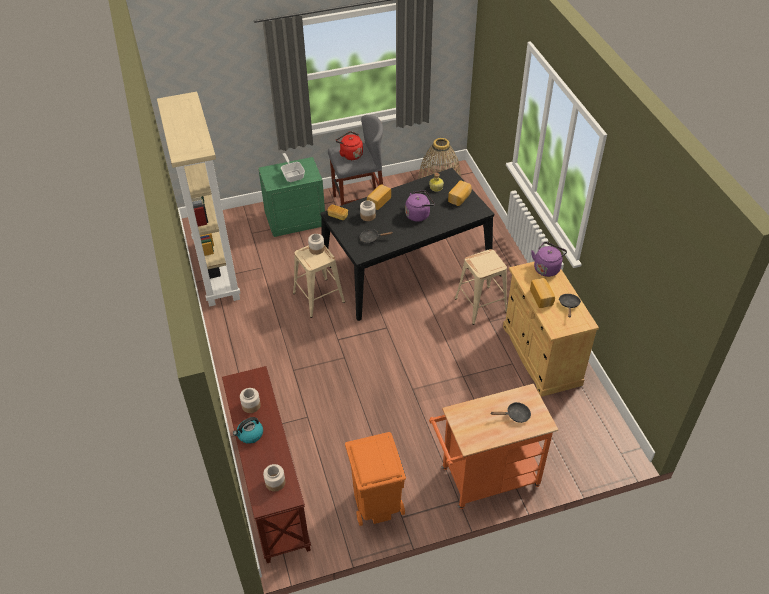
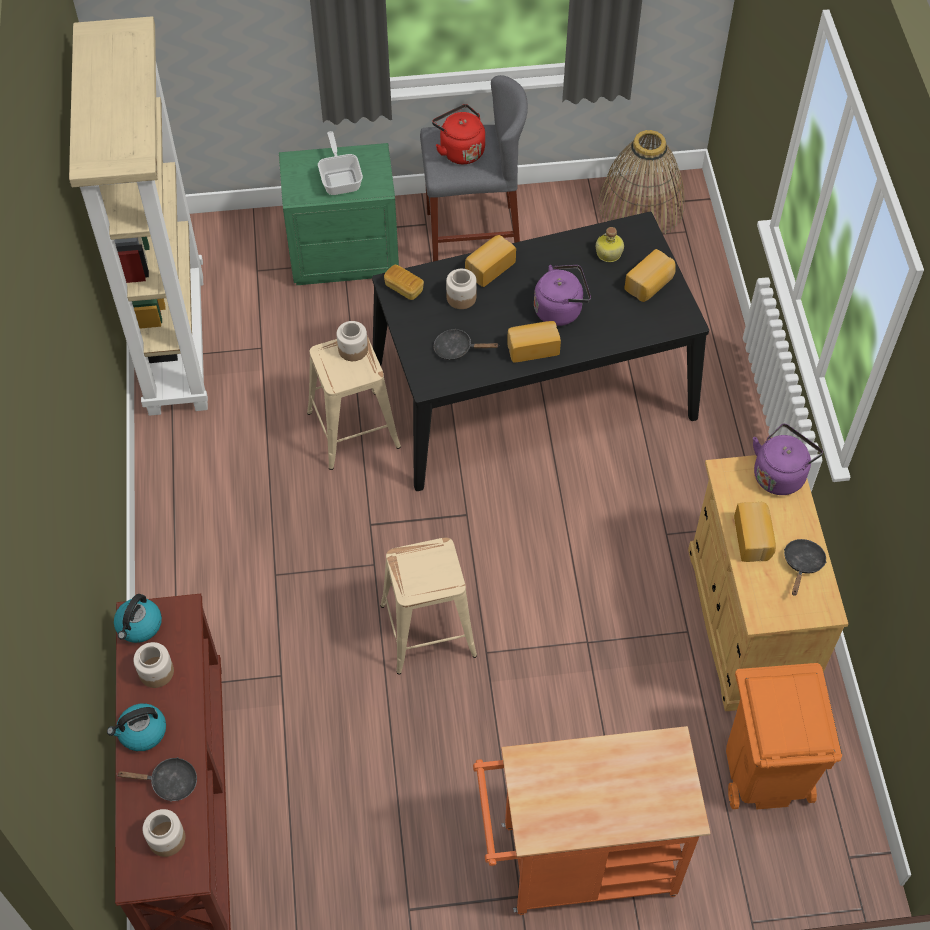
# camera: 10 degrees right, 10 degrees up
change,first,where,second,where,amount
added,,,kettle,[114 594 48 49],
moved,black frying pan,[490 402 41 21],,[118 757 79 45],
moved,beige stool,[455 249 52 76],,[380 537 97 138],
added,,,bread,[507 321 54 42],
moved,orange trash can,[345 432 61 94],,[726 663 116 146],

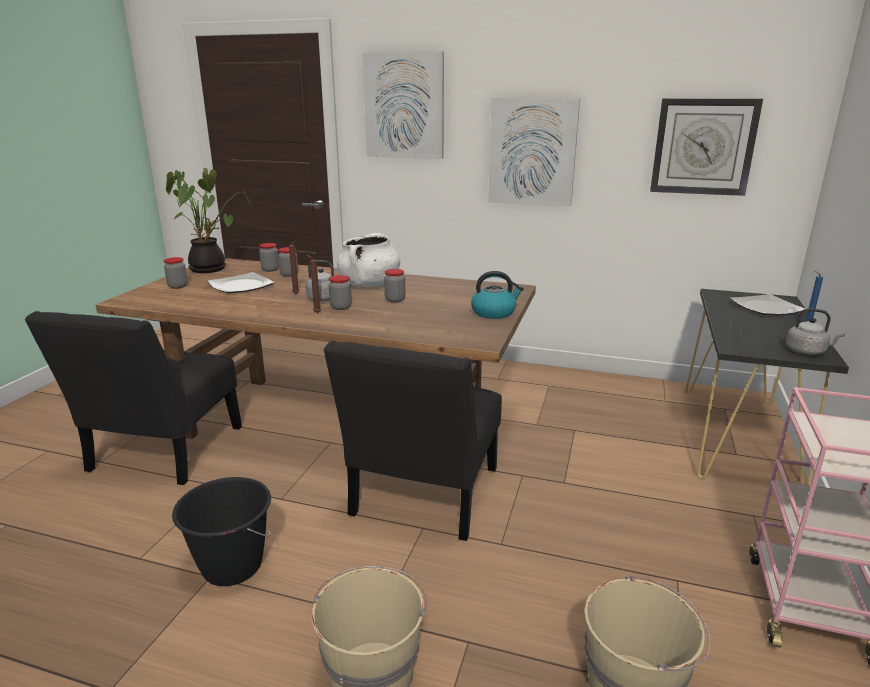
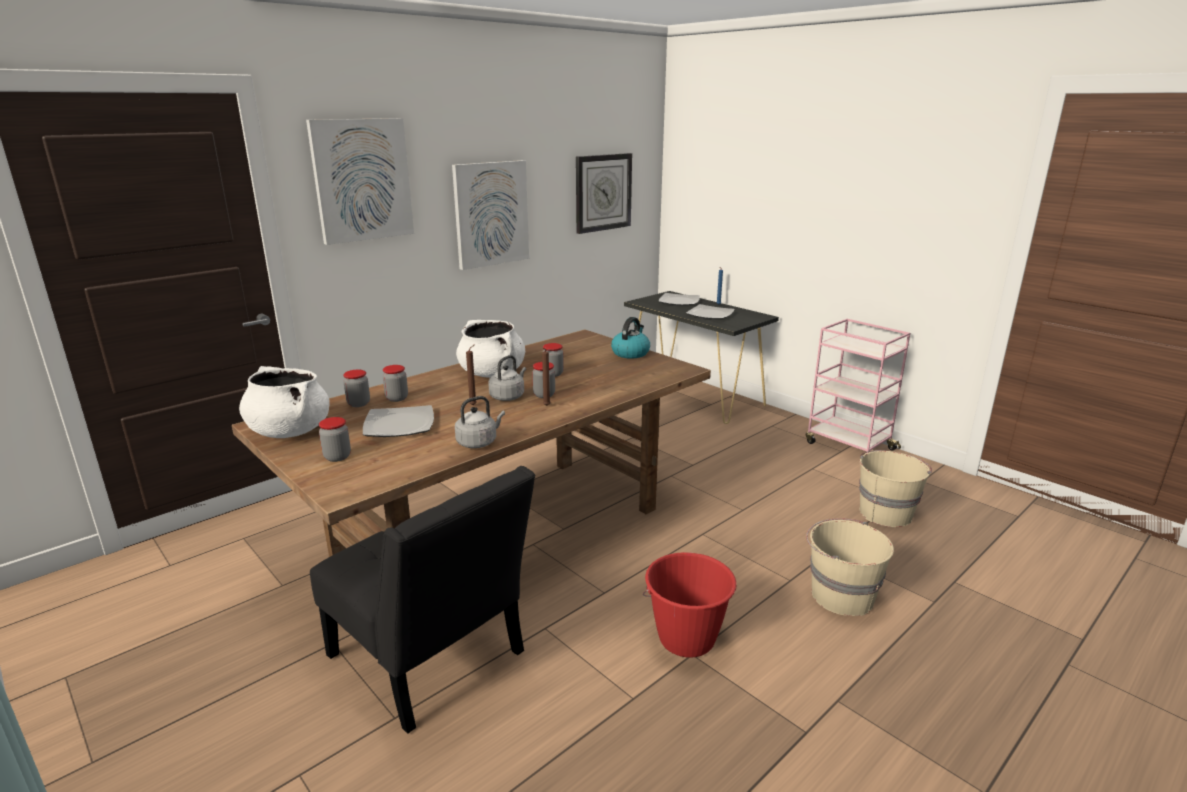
# camera: 60 degrees left, 0 degrees up
change,first,where,second,where,amount
replaced,potted plant,[166 168 85 105],white cooking pot,[239 366 91 72],
moved,grey kettle,[786 308 59 47],,[455 396 50 52],
recoloured,black bucket,[172 477 99 109],red bucket,[643 552 94 106],
added,,,plate,[686 304 49 15],
removed,black chair,[324 340 178 201],,,

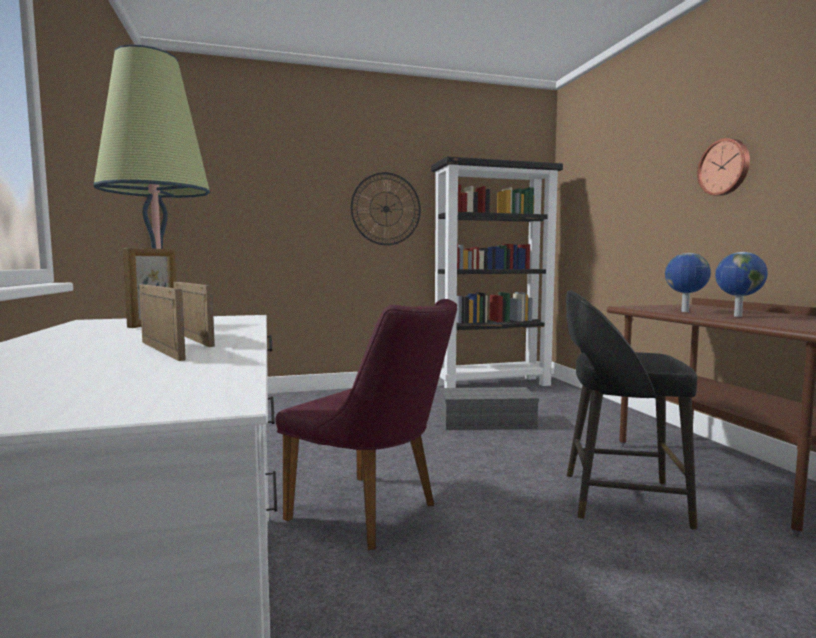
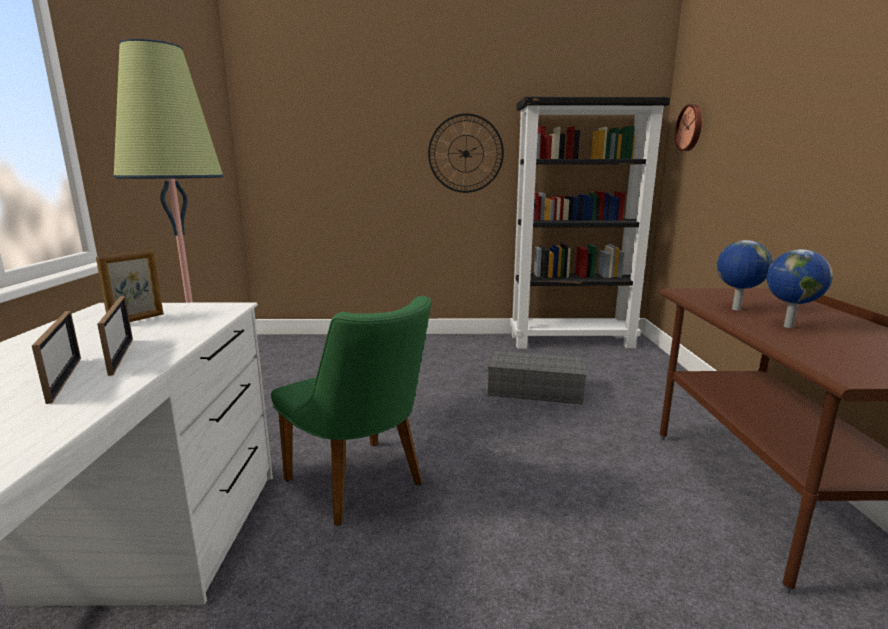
# camera: 15 degrees right, 10 degrees up
change,first,where,second,where,amount
recoloured,purple chair,[275 299 182 251],green chair,[271 296 160 230],
moved,wall clock,[697 138 53 58],,[675 104 27 47],
removed,black stool,[566 290 131 240],,,

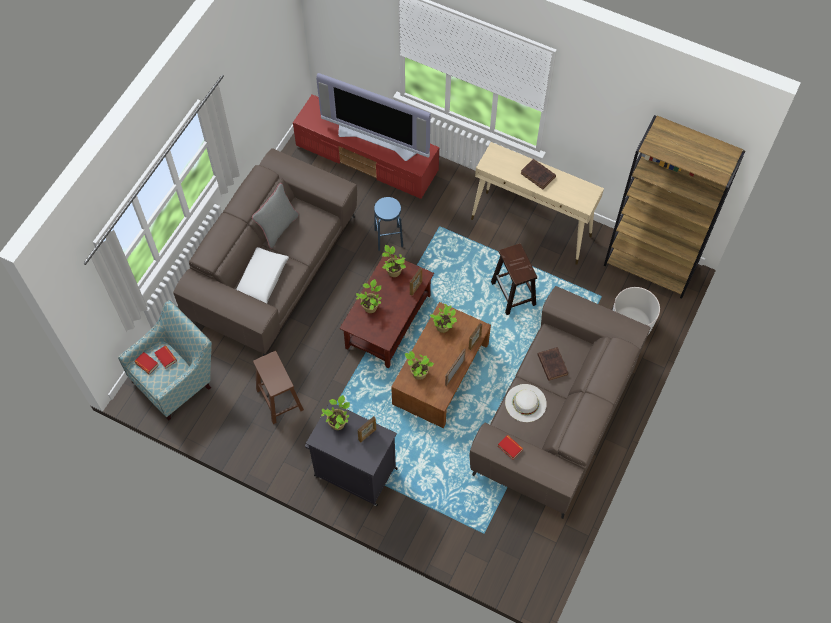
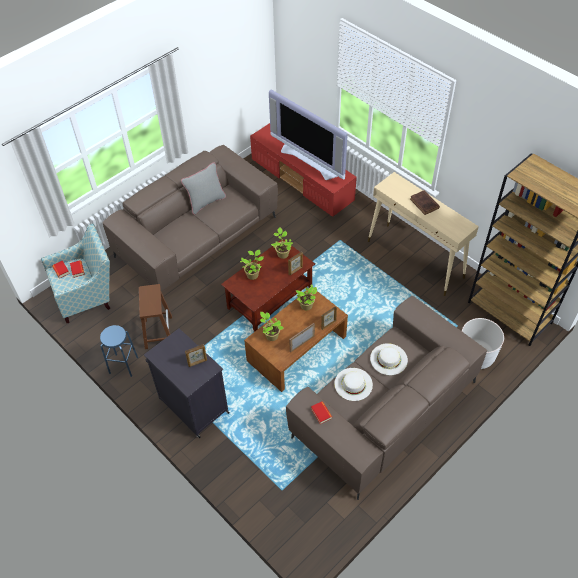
# camera: 20 degrees right, 10 degrees down
change,first,where,second,where,amount
moved,blue stool,[374 197 29 54],,[100 325 38 52],
replaced,brown book,[537 347 31 34],white hat,[370 343 38 32],
removed,white pillow,[236 247 53 56],,,
removed,potted plant,[321 395 29 35],,,
removed,brown stool,[491 243 46 72],,,

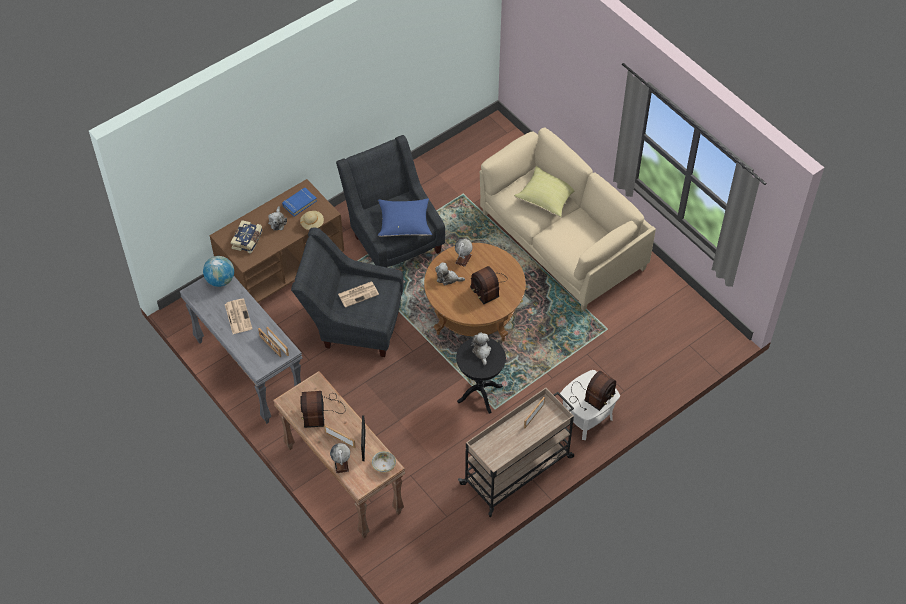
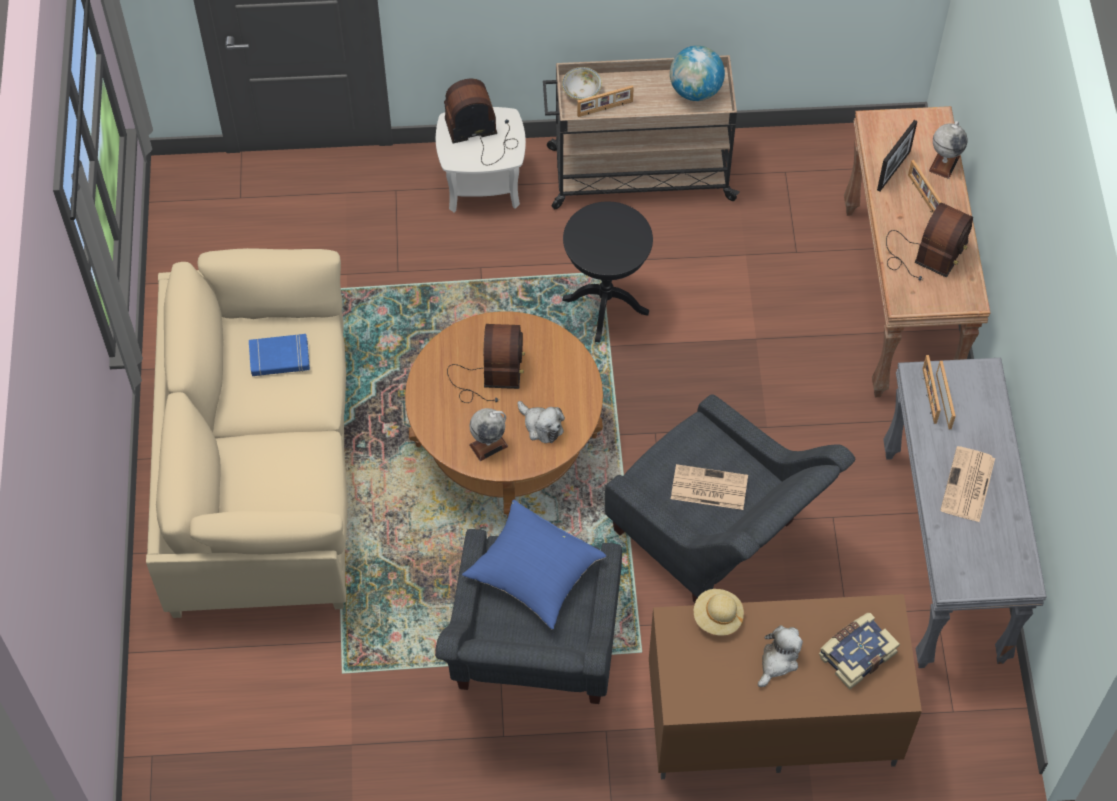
# camera: 145 degrees left, 5 degrees up
change,first,where,second,where,amount
moved,blue book,[282 188 35 28],,[249 334 61 42],
moved,bowl,[371 451 25 22],,[562 67 40 33],
moved,globe,[203 256 31 31],,[670 46 55 55],
removed,plush toy,[471 333 20 32],,,
removed,yellow pillow,[514 166 60 51],,,

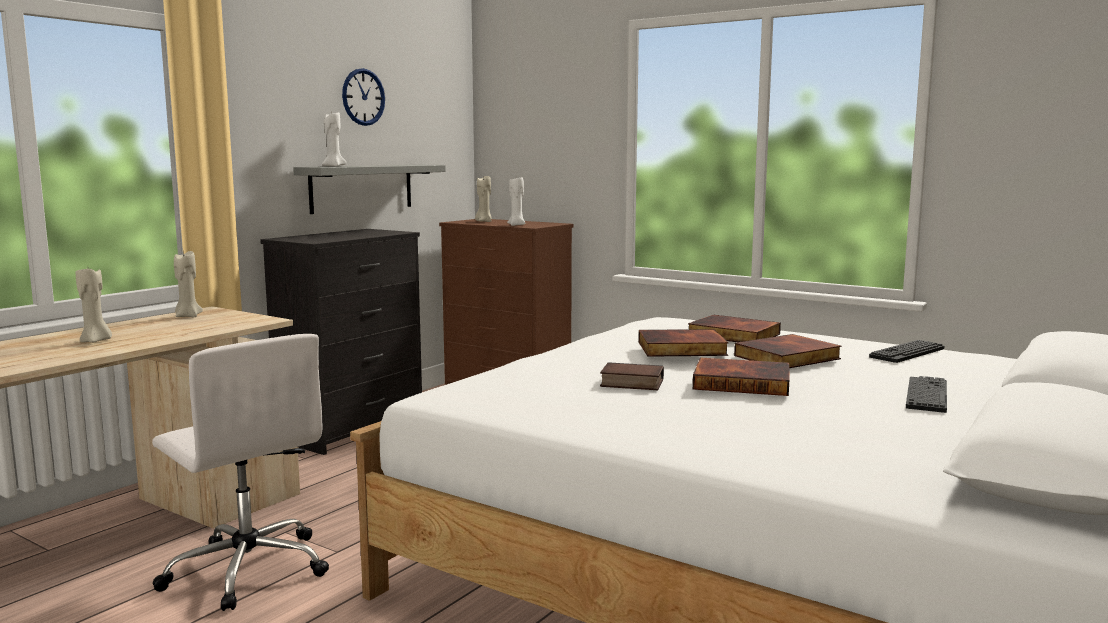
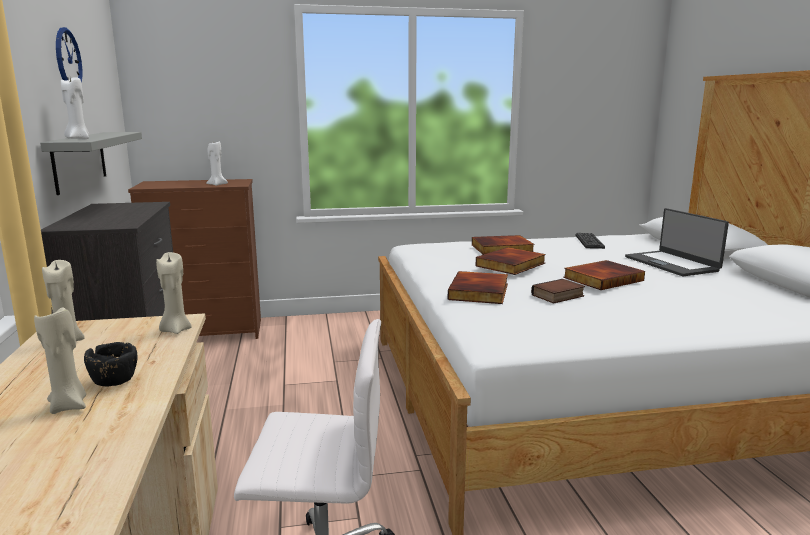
# camera: 45 degrees left, 5 degrees up
change,first,where,second,where,amount
added,,,black bowl,[84 342 54 44],
moved,beige candle,[475 176 17 46],,[156 252 36 82],
moved,book,[734 334 108 34],,[448 271 60 33],
replaced,keyboard,[906 376 41 37],laptop,[625 208 104 68],

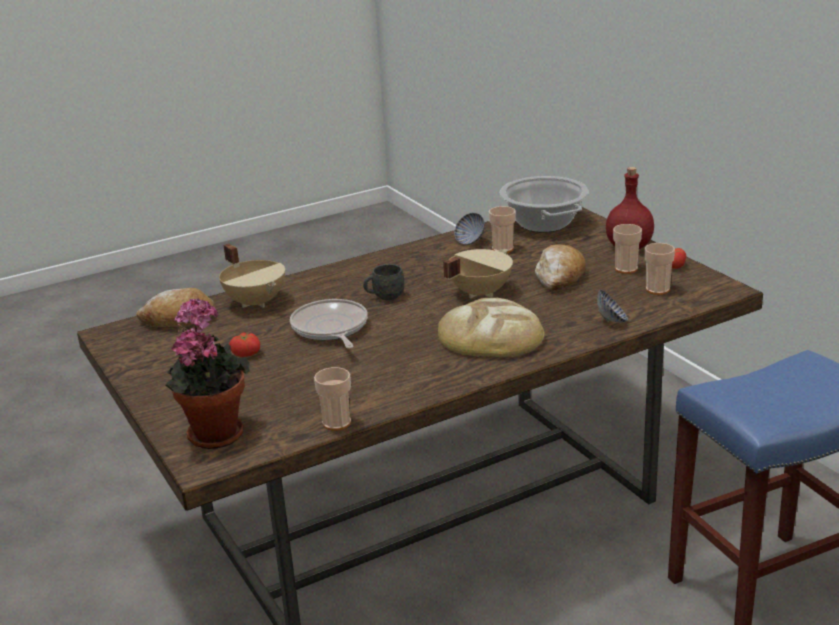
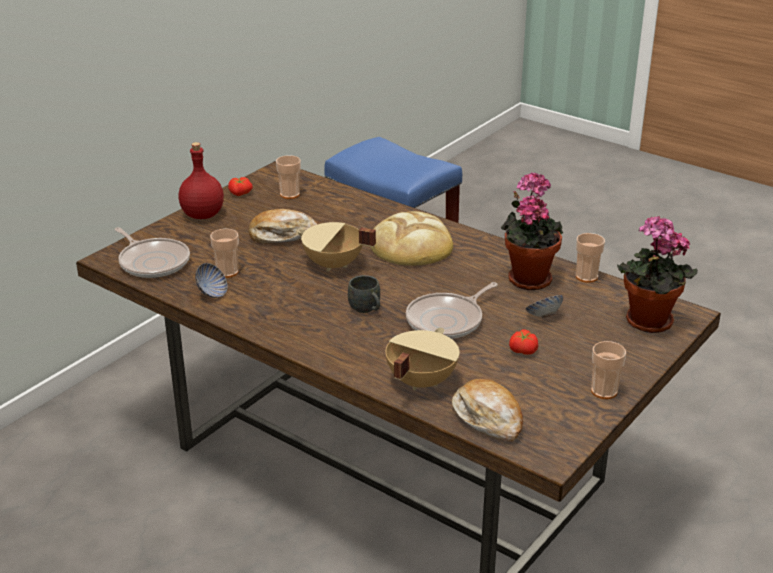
# camera: 115 degrees left, 5 degrees up
change,first,where,second,where,amount
replaced,cooking pot,[500 176 89 56],frying pan,[115 227 75 51],
added,,,potted plant,[501 172 63 118],
moved,bowl,[597 290 31 33],,[526 295 37 23],
moved,cup,[613 224 29 50],,[591 341 35 58],

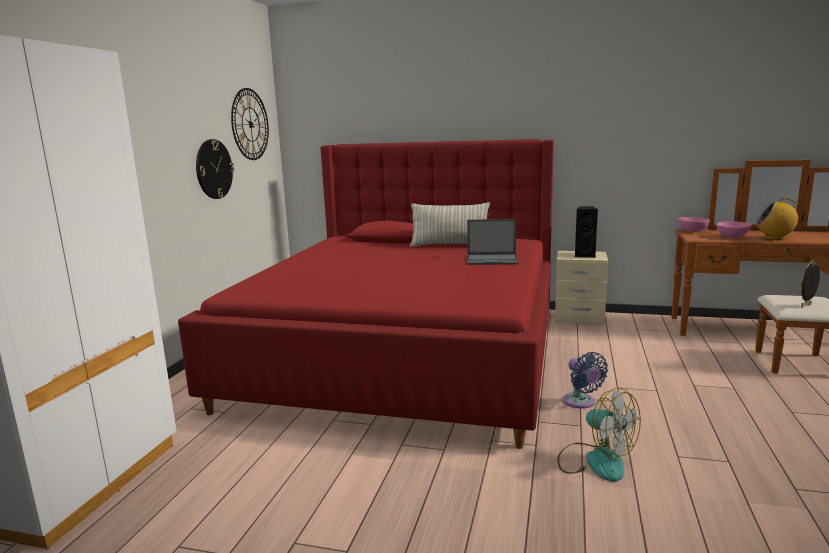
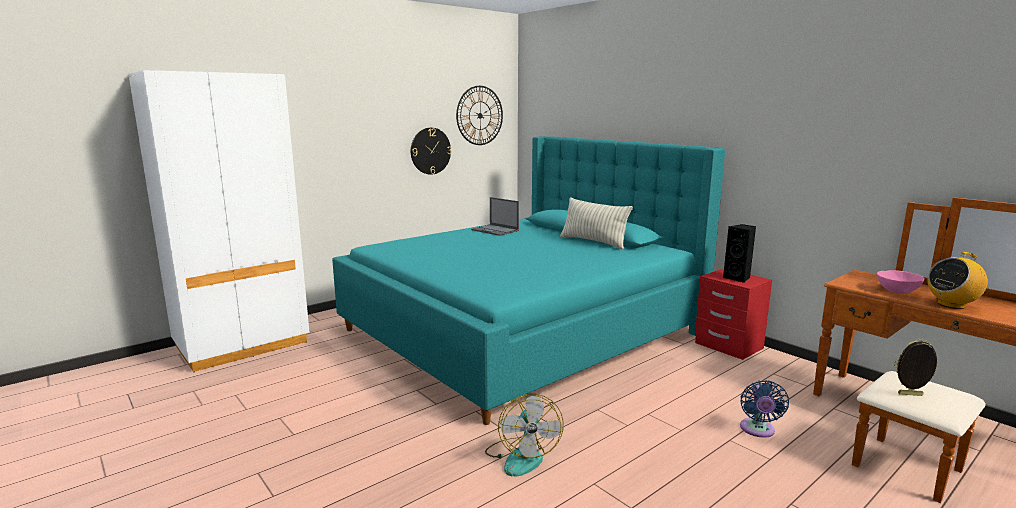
# camera: 35 degrees right, 0 degrees up
change,first,where,second,where,amount
recoloured,red bed,[178 139 376 310],turquoise bed,[332 136 393 289],
moved,laptop,[467 219 51 46],,[471 197 48 39],
recoloured,beige nightstand,[555 251 53 75],red nightstand,[695 268 77 92],
moved,blue fan,[563 352 45 57],,[740 380 49 58],
turned,radio,[756 198 42 42],,[927 252 61 57],75 degrees counterclockwise
removed,pink bowl,[678 217 32 15],,,

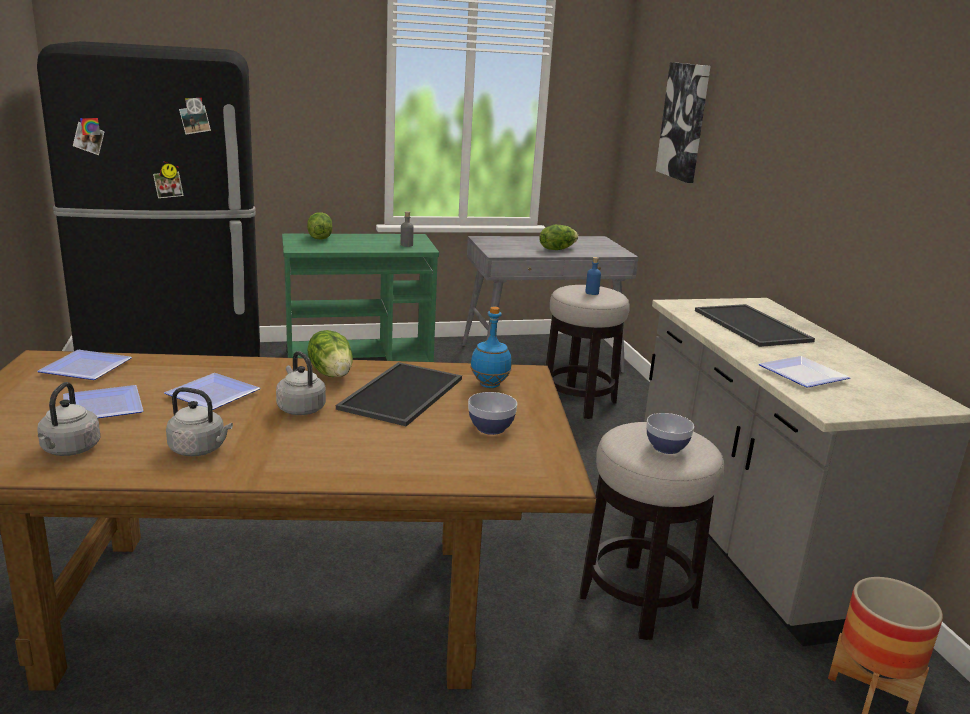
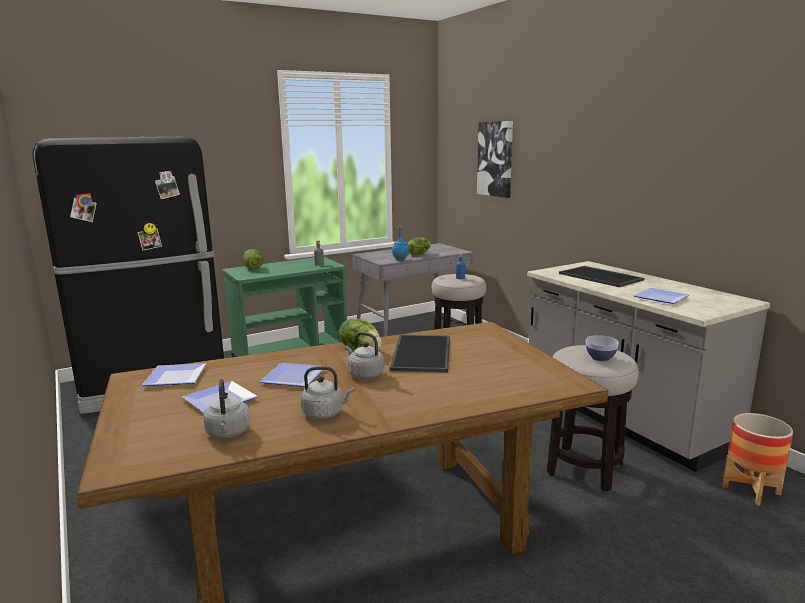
# camera: 15 degrees left, 5 degrees down
change,first,where,second,where,amount
moved,blue bottle,[470 307 42 81],,[392 225 17 36],
removed,bowl,[468 392 49 43],,,

